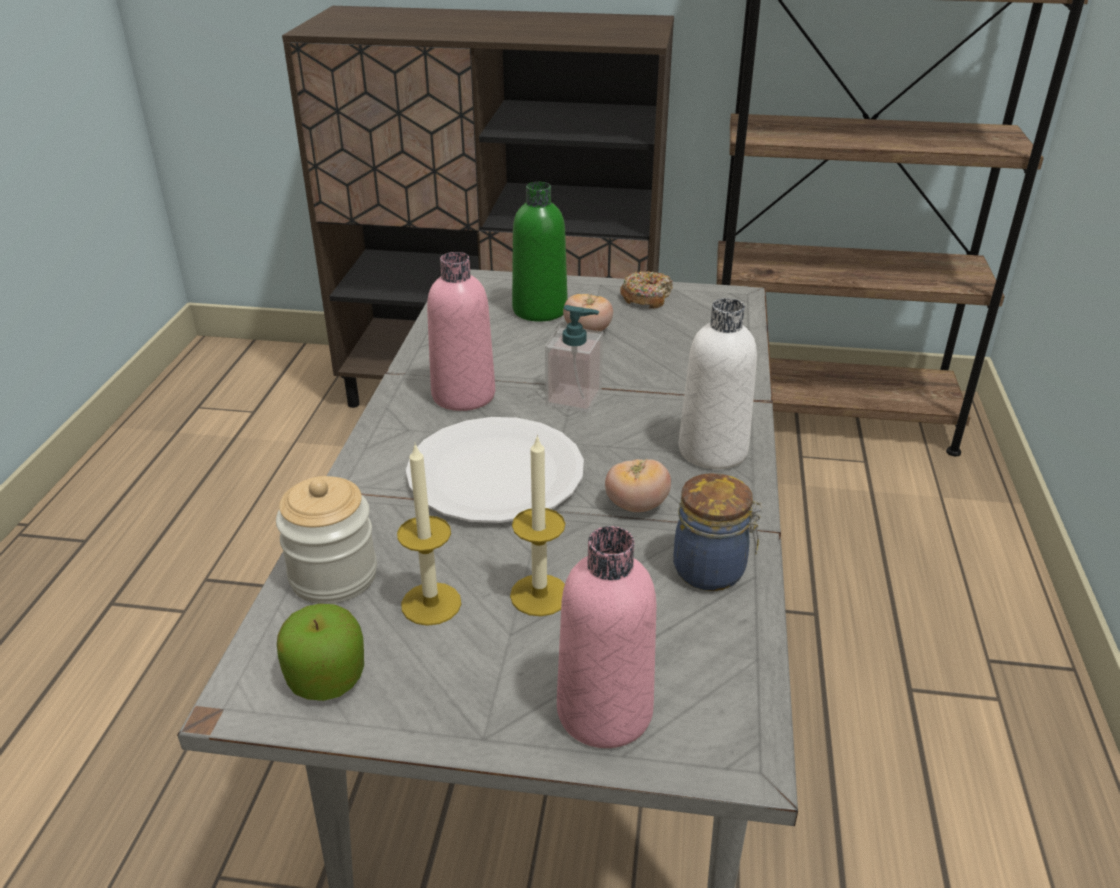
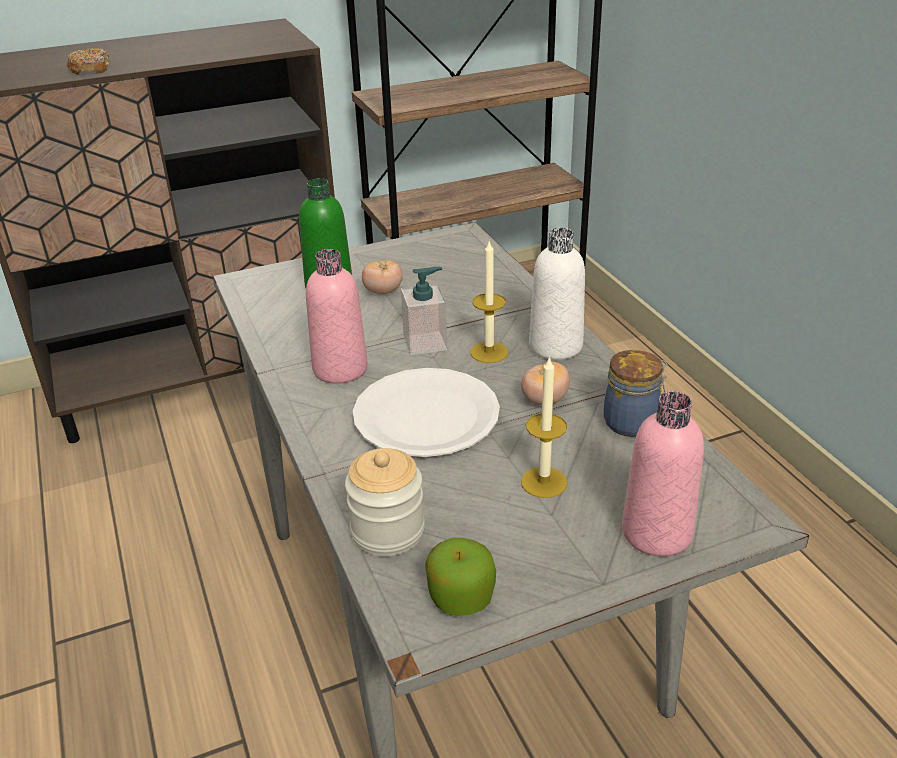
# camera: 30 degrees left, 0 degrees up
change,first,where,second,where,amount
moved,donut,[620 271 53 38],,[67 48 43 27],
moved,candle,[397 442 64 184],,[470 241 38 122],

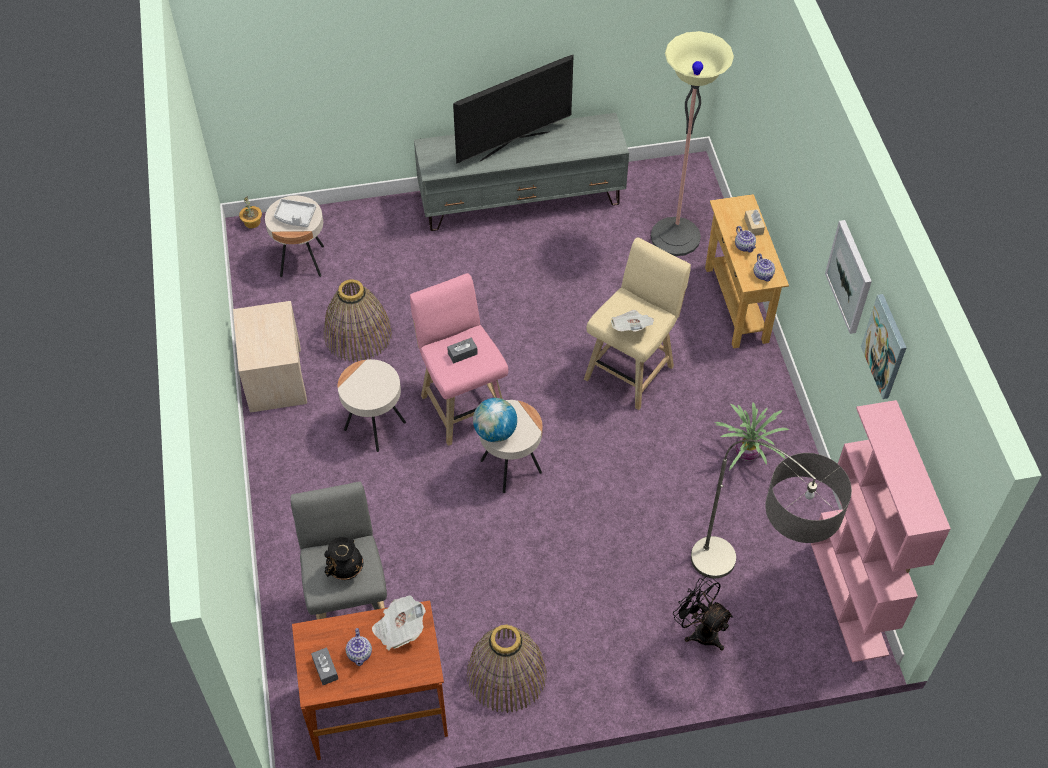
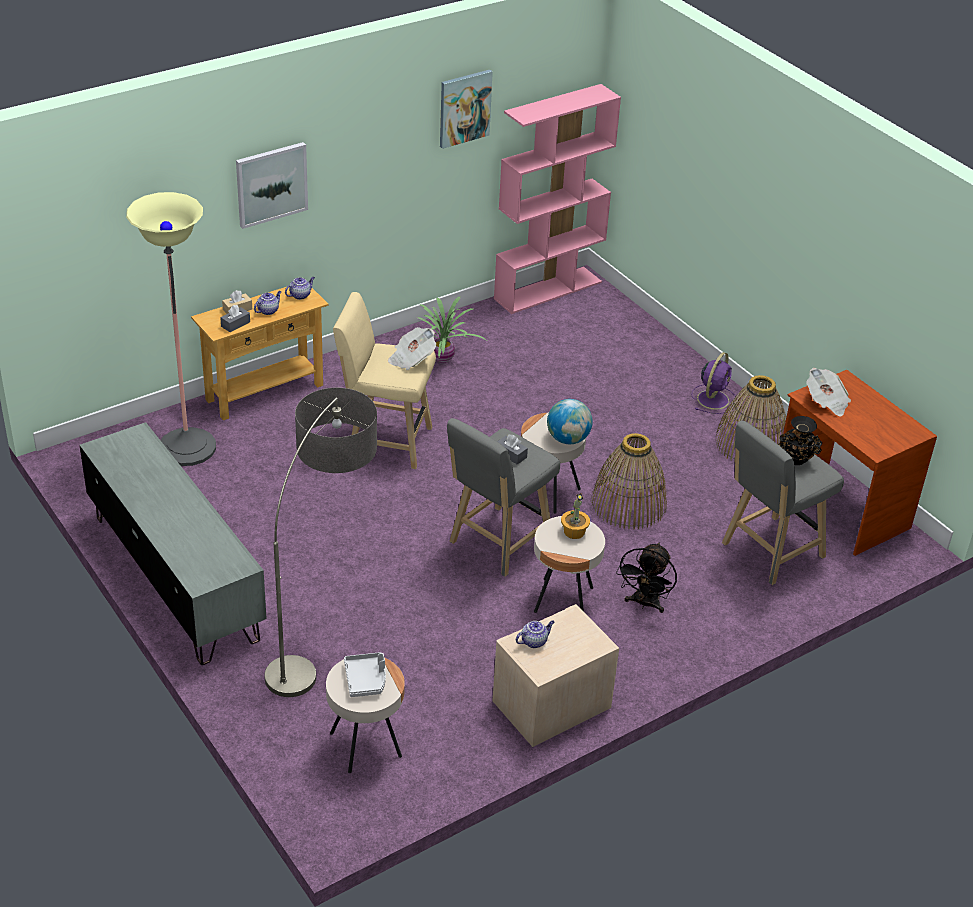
# camera: 115 degrees left, 15 degrees down
change,first,where,second,where,amount
moved,grey tissue box,[311 647 27 38],,[220 305 30 27],
moved,picture,[825 220 47 114],,[236 142 72 87],
moved,floor lamp,[691 439 161 139],,[265 388 112 309],
recoloured,pink stool,[410 273 98 173],grey stool,[447 418 113 159],
moved,teapot,[346 628 26 38],,[516 621 38 27],
moved,potted plant,[239 196 23 33],,[561 493 29 46],
moved,basket,[324 279 68 83],,[591 433 76 97],
moved,black fan,[673 575 60 76],,[616 542 61 71],
added,,,purple fan,[691 352 46 62],
removed,television,[453 54 121 110],,,

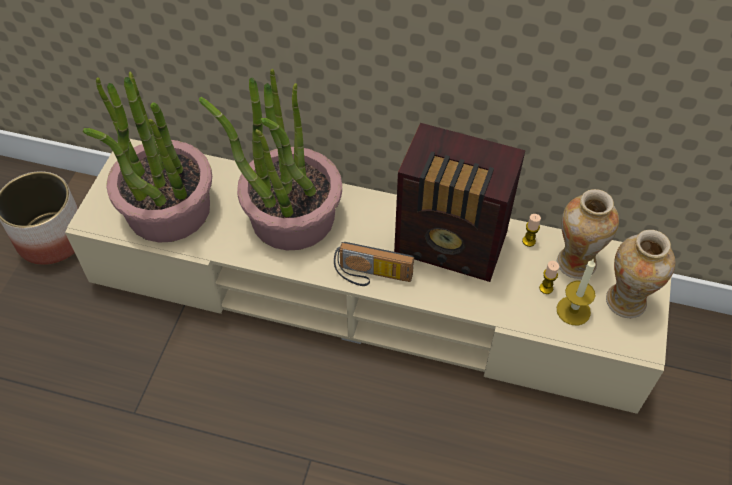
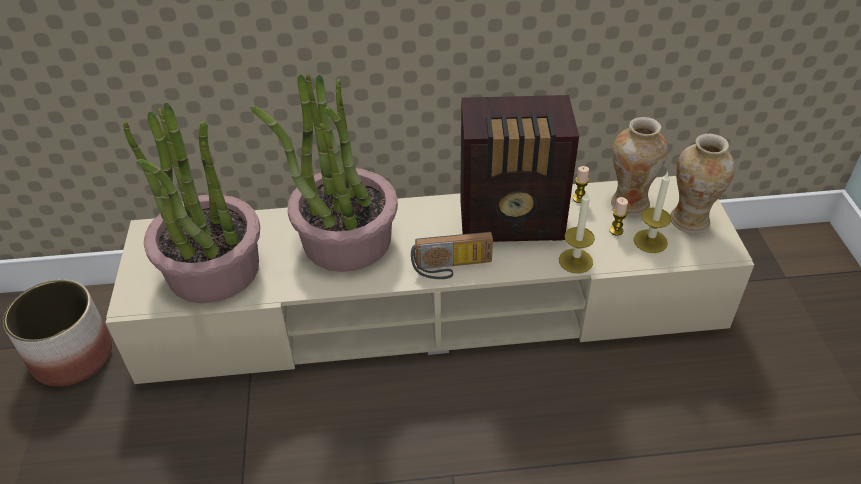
# camera: 20 degrees left, 10 degrees down
change,first,where,second,where,amount
added,,,candle,[559 192 36 81],

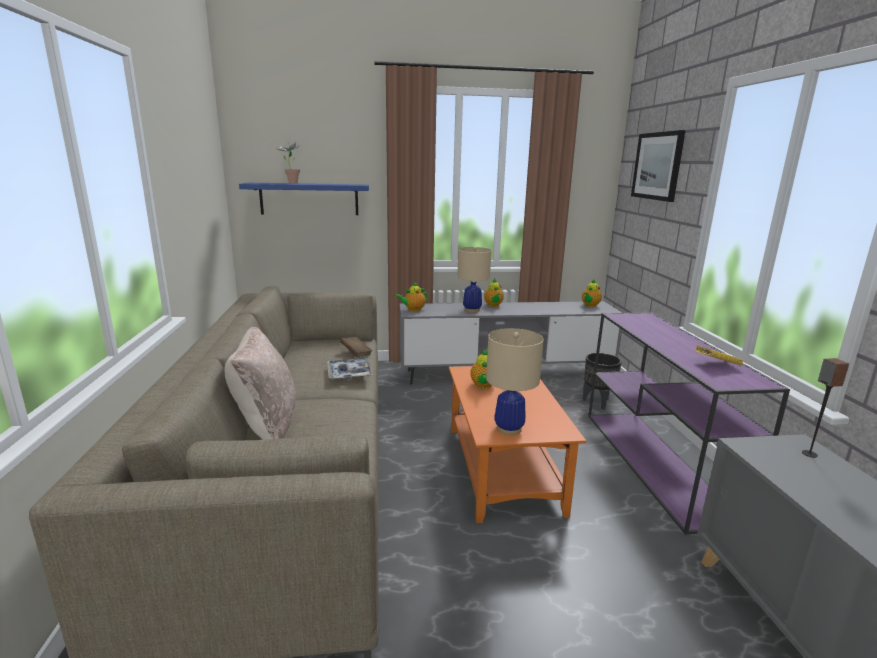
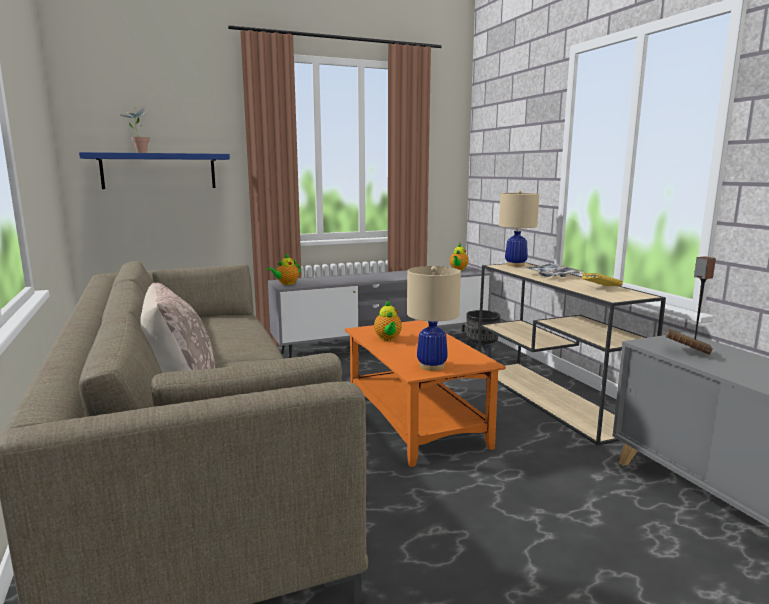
# camera: 15 degrees left, 5 degrees down
change,first,where,second,where,amount
recoloured,purple console table,[588 313 202 222],beige console table,[478 262 188 184],
moved,beige table lamp,[457 247 34 66],,[499 190 40 77],
moved,tray,[327 358 46 22],,[524 264 57 13],
moved,brown book,[340 337 32 20],,[665 329 48 26],
removed,teapot,[484 279 20 28],,,
removed,picture,[631 130 54 72],,,

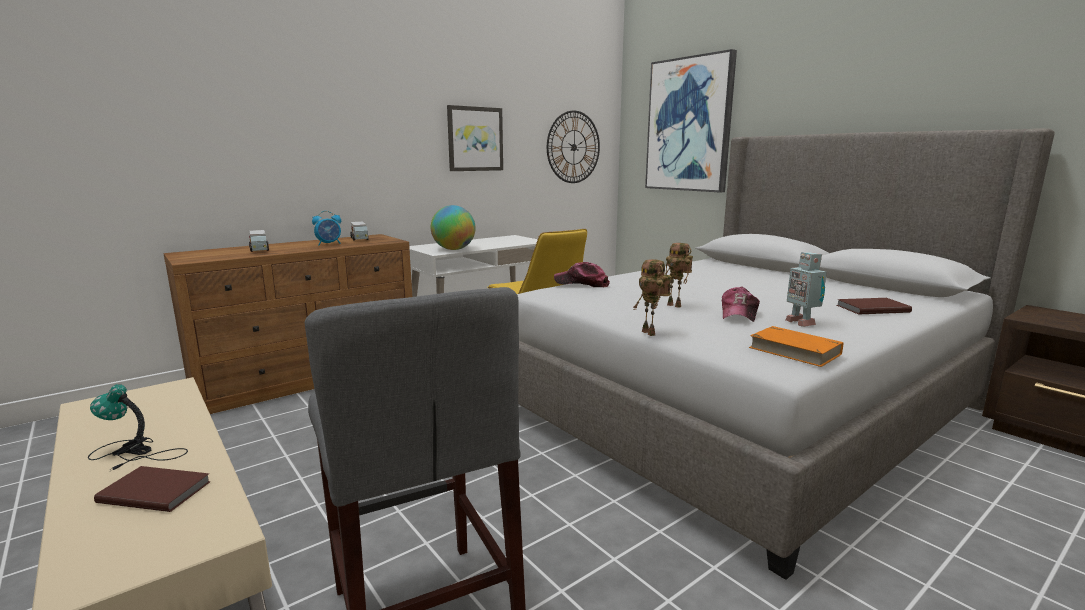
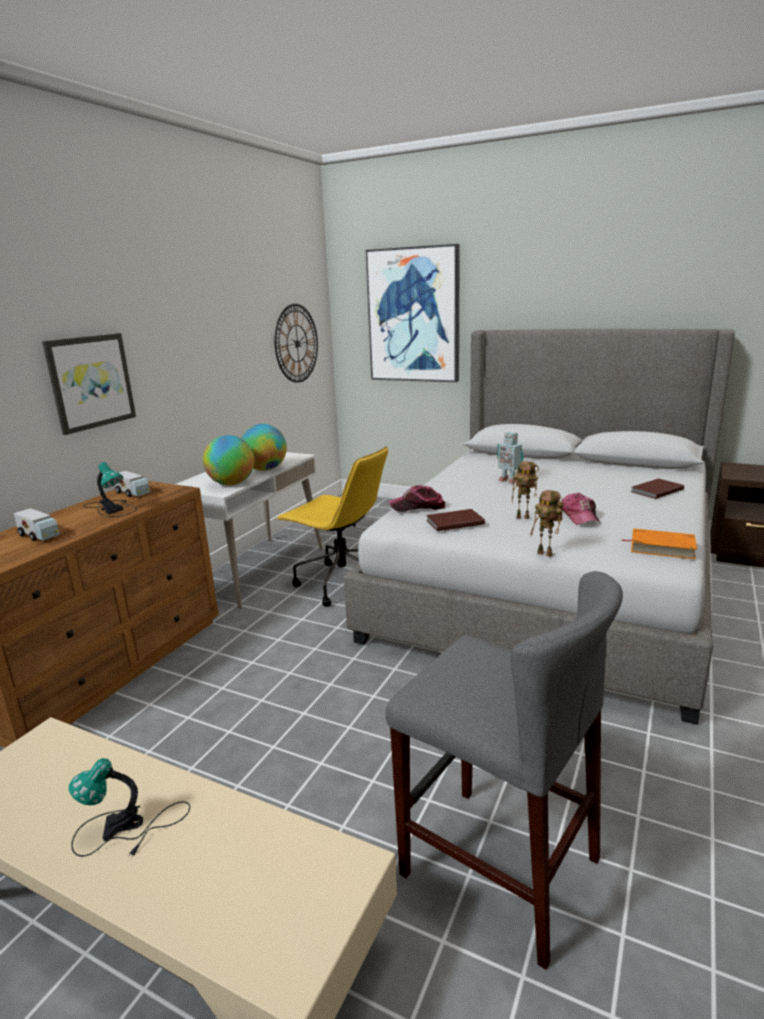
# camera: 25 degrees left, 5 degrees up
change,first,where,second,where,amount
moved,picture,[447 105 56 66],,[42 333 94 102],
replaced,alarm clock,[312 211 29 34],table lamp,[83 462 54 55],
added,,,globe,[241 424 46 47],
moved,brown book,[94 466 117 46],,[426 509 59 22],
moved,toy robot,[785 252 42 75],,[497 432 26 52],

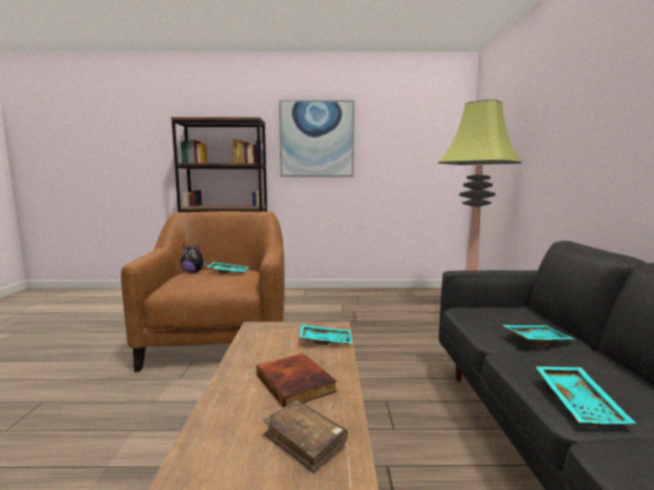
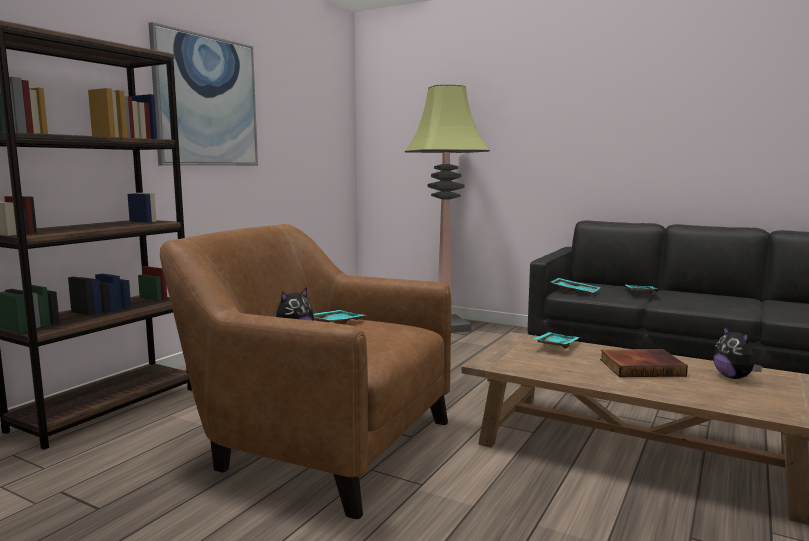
# camera: 60 degrees left, 0 degrees up
change,first,where,second,where,amount
moved,turquoise tray,[536 366 99 60],,[551 278 50 17],
replaced,brown book,[263 400 85 74],plush toy,[713 326 50 53],

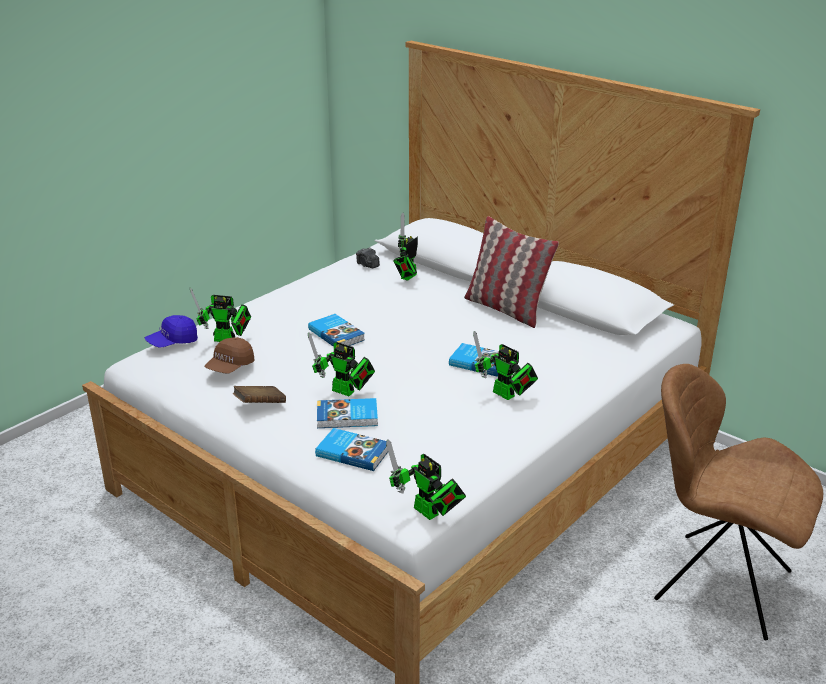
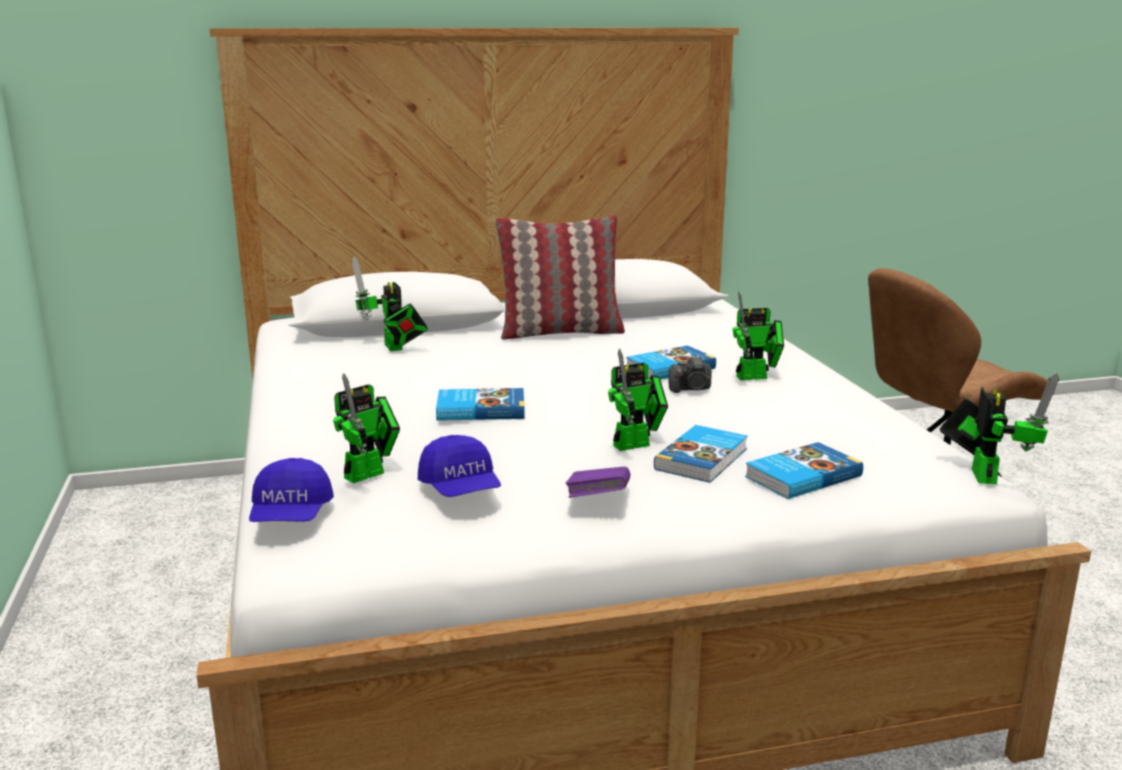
# camera: 55 degrees left, 10 degrees down
change,first,where,second,where,amount
recoloured,brown cap,[205 337 50 37],blue cap,[418 435 83 62],
recoloured,brown book,[233 386 53 17],purple book,[566 467 64 31],
moved,photo camera,[356 247 24 22],,[669 355 43 38],
turned,toy robot,[386 439 80 81],,[940 372 119 112],75 degrees counterclockwise

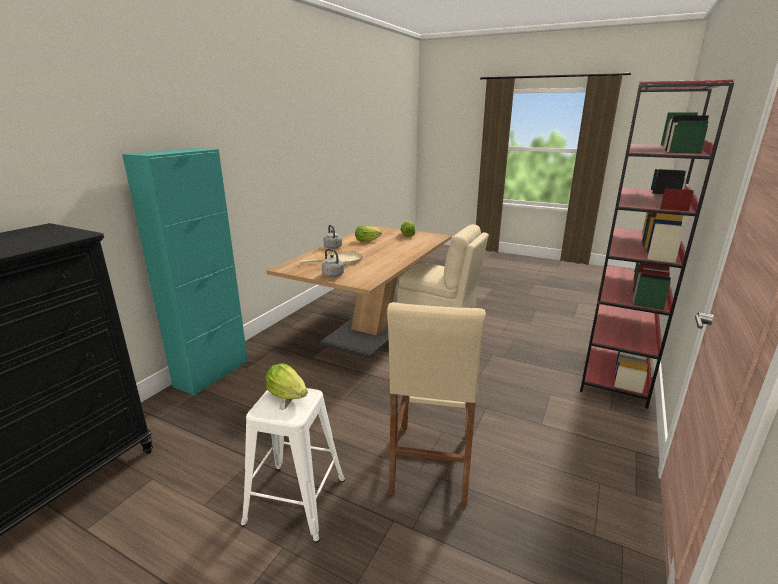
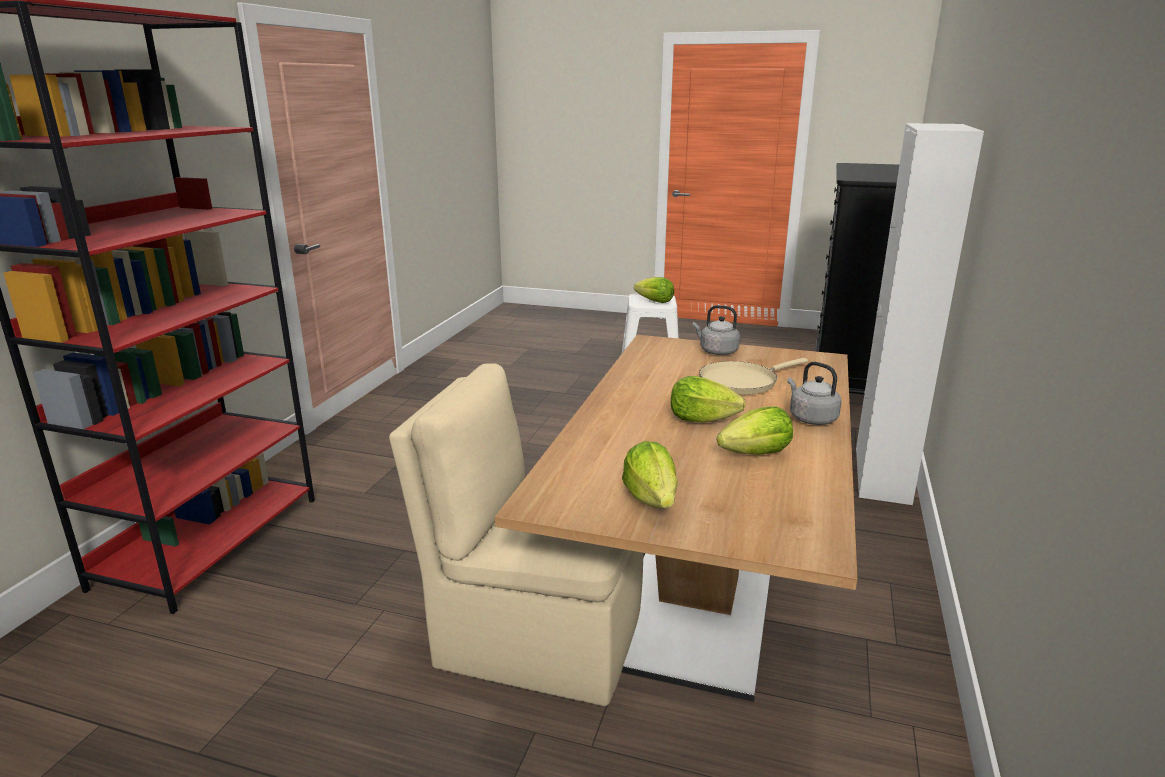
# camera: 170 degrees right, 0 degrees up
change,first,where,second,where,amount
added,,,lettuce,[671 376 74 47],
recoloured,turquoise cabinet,[122 148 126 248],white cabinet,[856 123 128 382],
removed,beige stool,[387 302 99 204],,,

